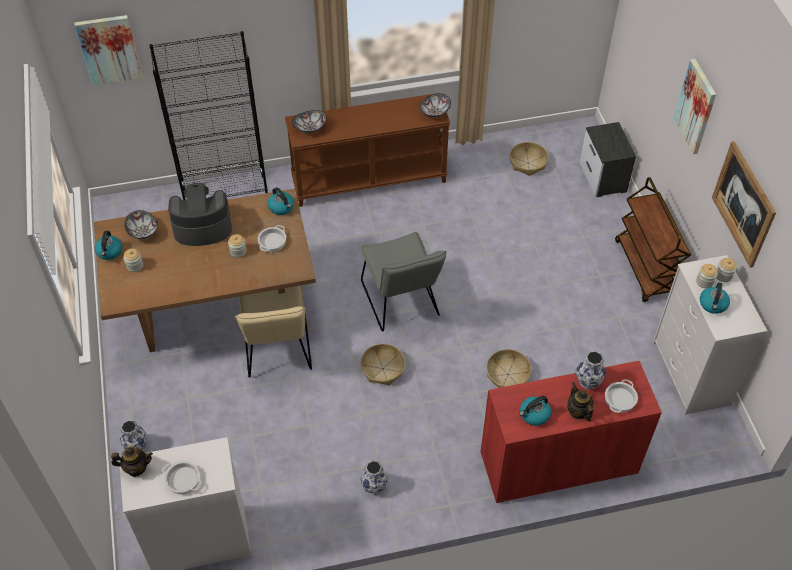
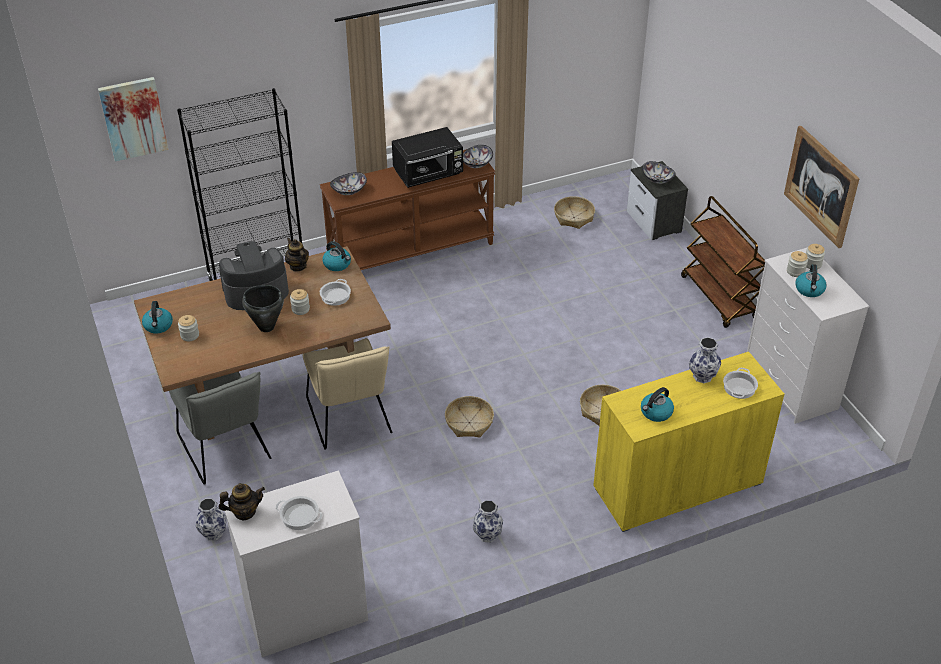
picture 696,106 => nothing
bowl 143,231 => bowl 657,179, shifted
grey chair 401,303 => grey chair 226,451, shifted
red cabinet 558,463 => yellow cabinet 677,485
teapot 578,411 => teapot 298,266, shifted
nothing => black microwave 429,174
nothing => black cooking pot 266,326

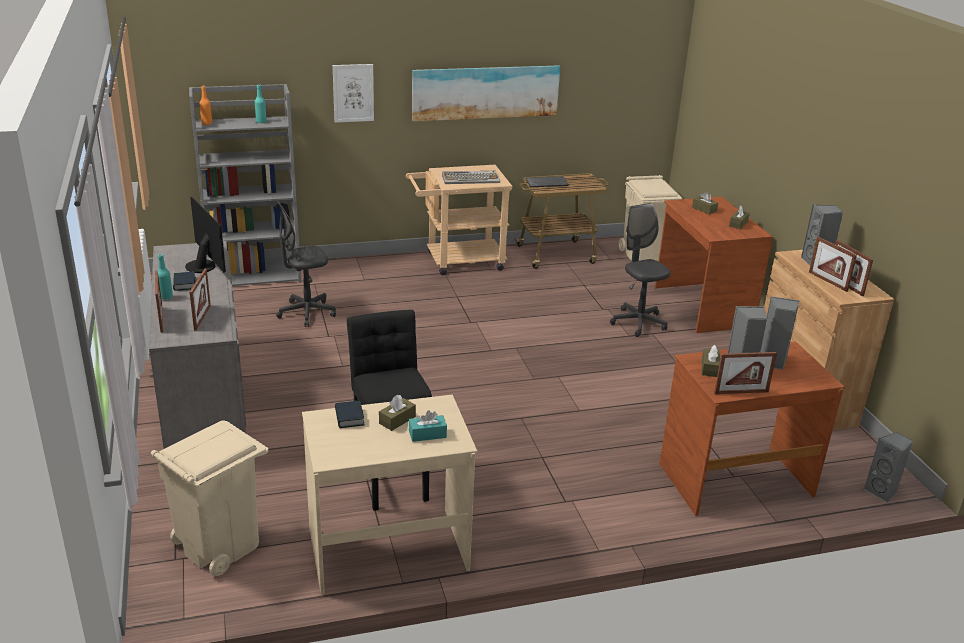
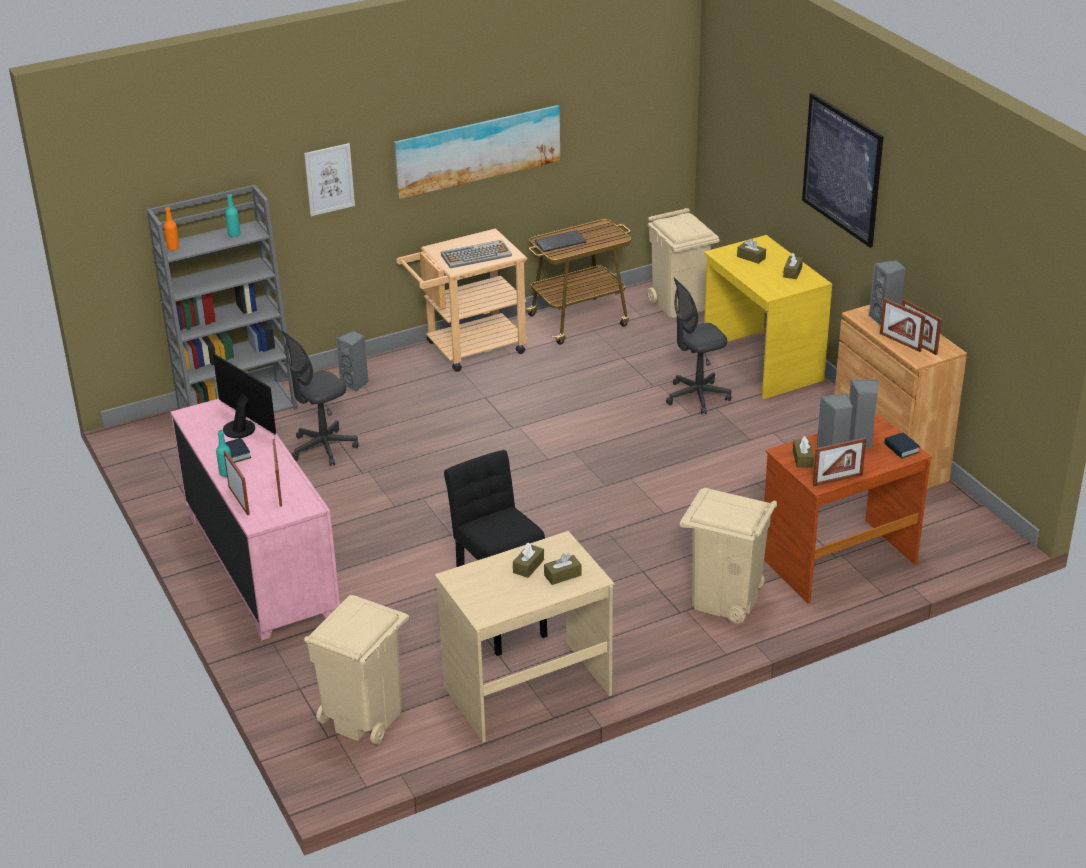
brown desk 701,306 => yellow desk 761,364
grey office chair 638,322 => grey office chair 697,397, 75 degrees counterclockwise
grey dresser 203,394 => pink dresser 261,566
book 349,418 => book 901,448, shifted
turquoise tissue box 427,434 => brown tissue box 562,575
grey speaker 882,492 => grey speaker 355,384, shifted
nothing => picture 842,169
nothing => beige trash can 725,599

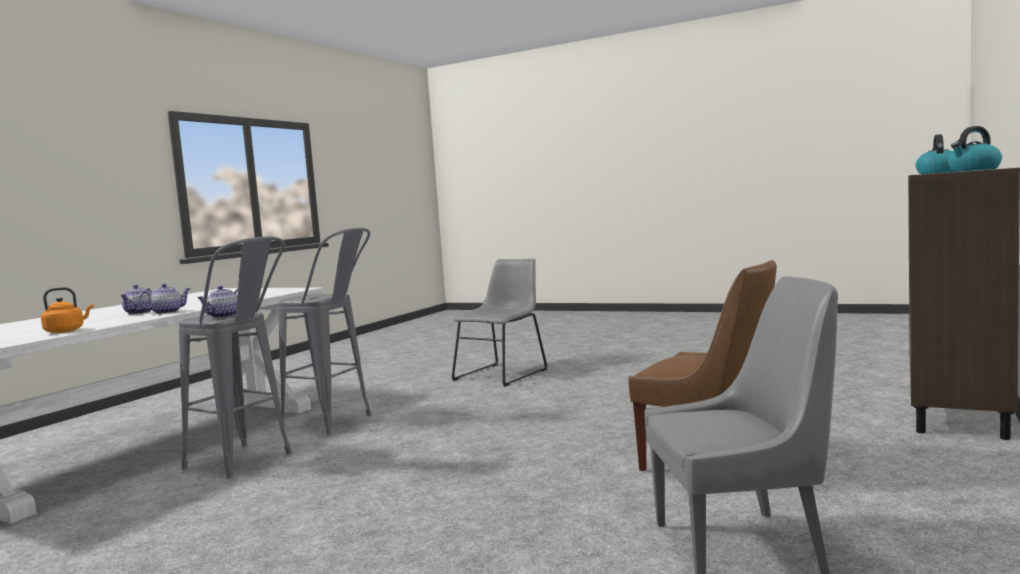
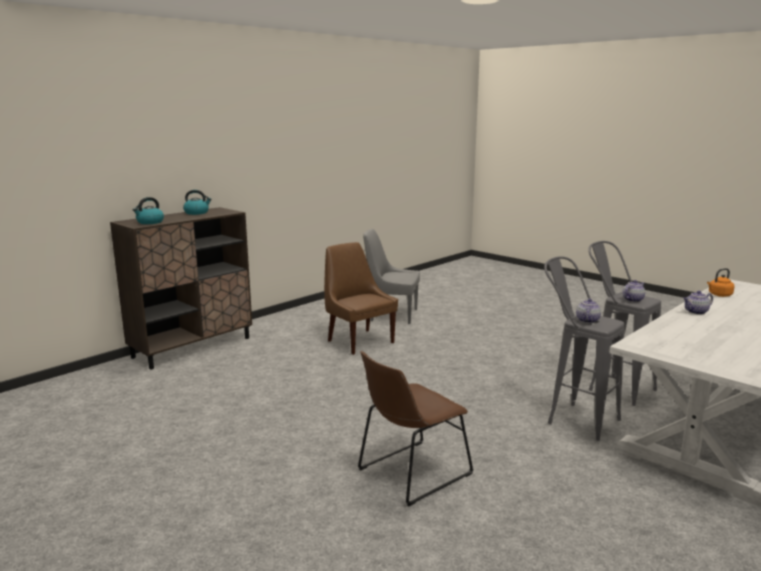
grey chair 503,374 => brown chair 411,473
teapot 139,313 => teapot 587,320, shifted

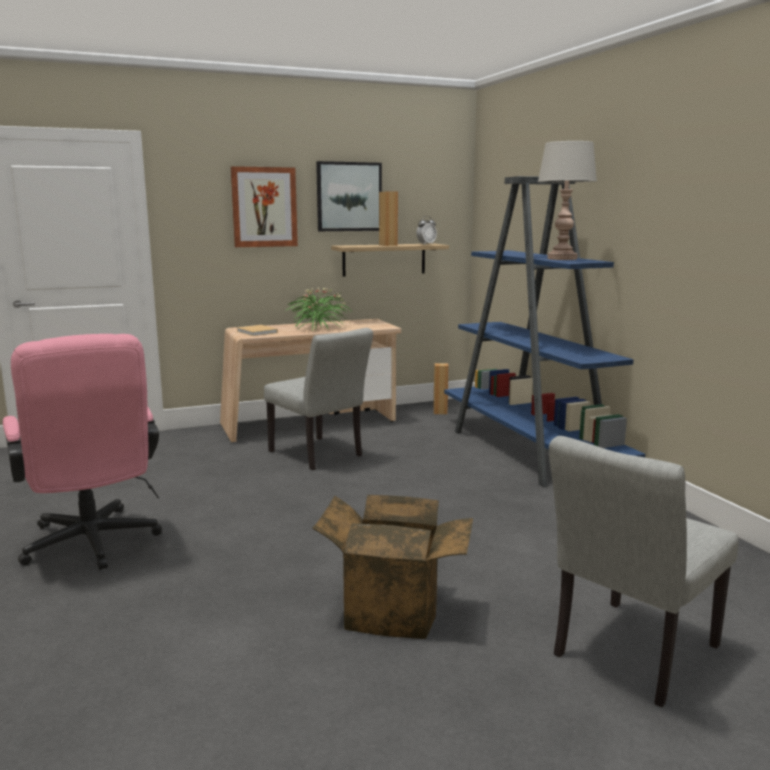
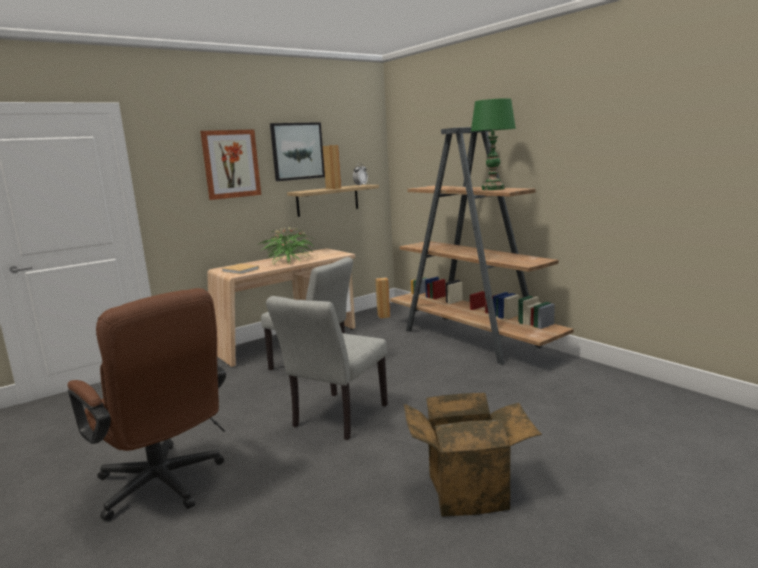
grey table lamp 562,259 => green table lamp 493,189
blue bookcase 528,452 => brown bookcase 472,339
pink office chair 92,546 => brown office chair 165,487
grey chair 629,656 => grey chair 336,419, shifted

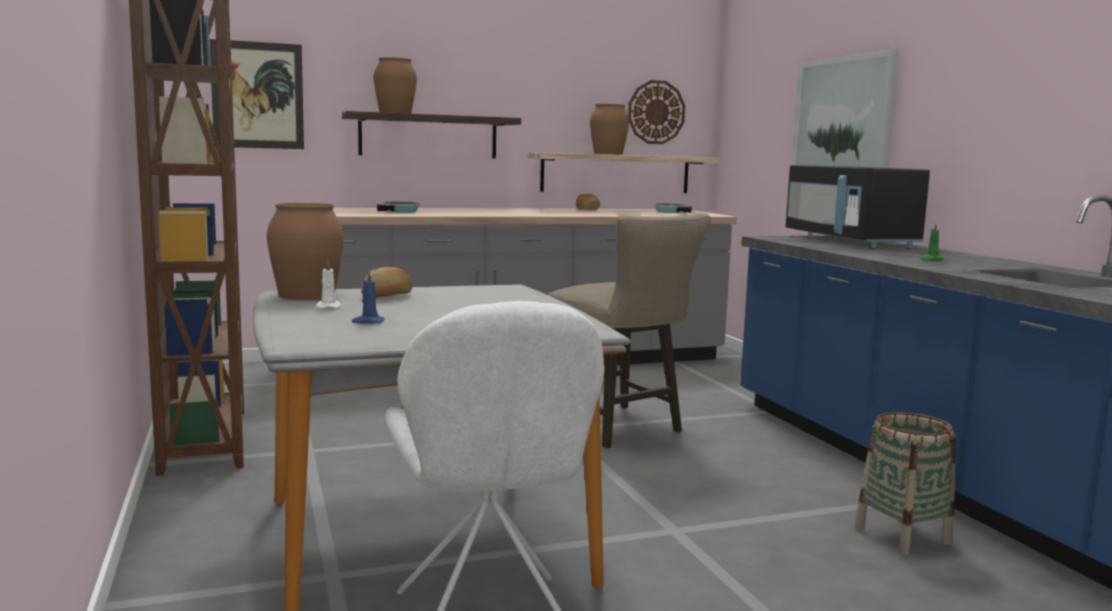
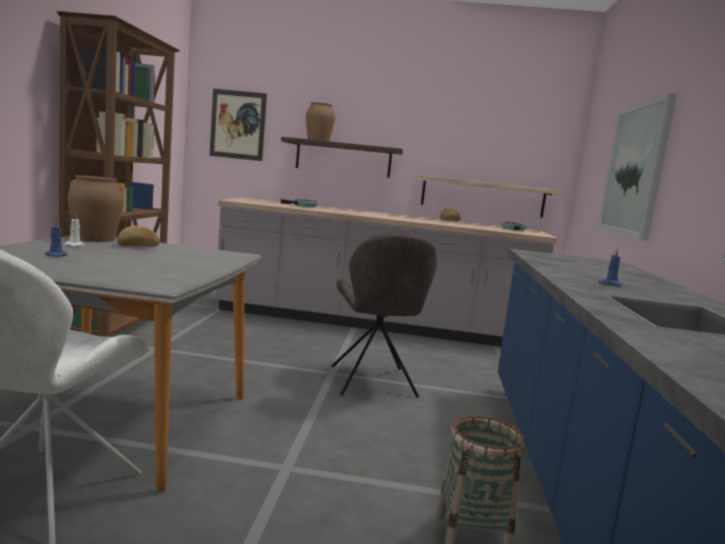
wall clock 656,112 => nothing
brown vase 608,154 => nothing
black microwave 849,241 => nothing
beige stool 620,429 => grey chair 373,383
green candle 931,259 => blue candle 609,284

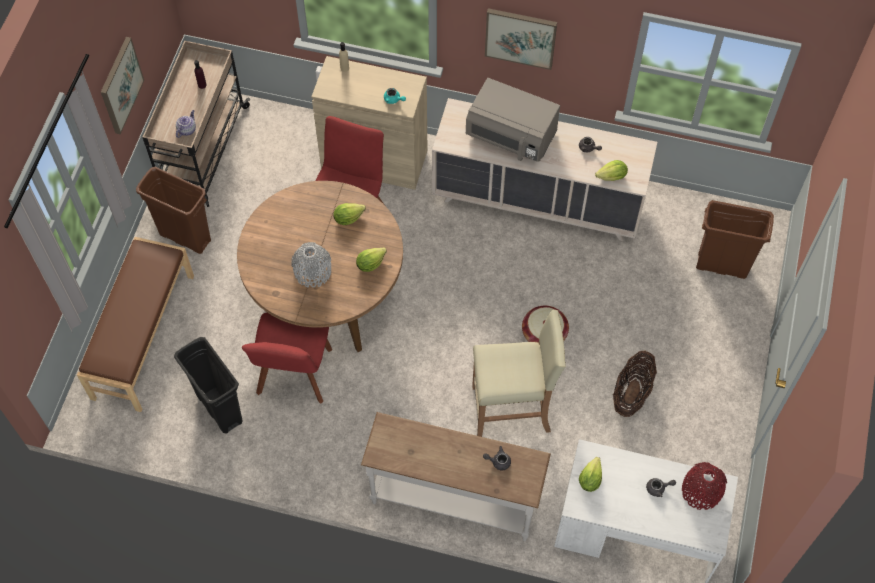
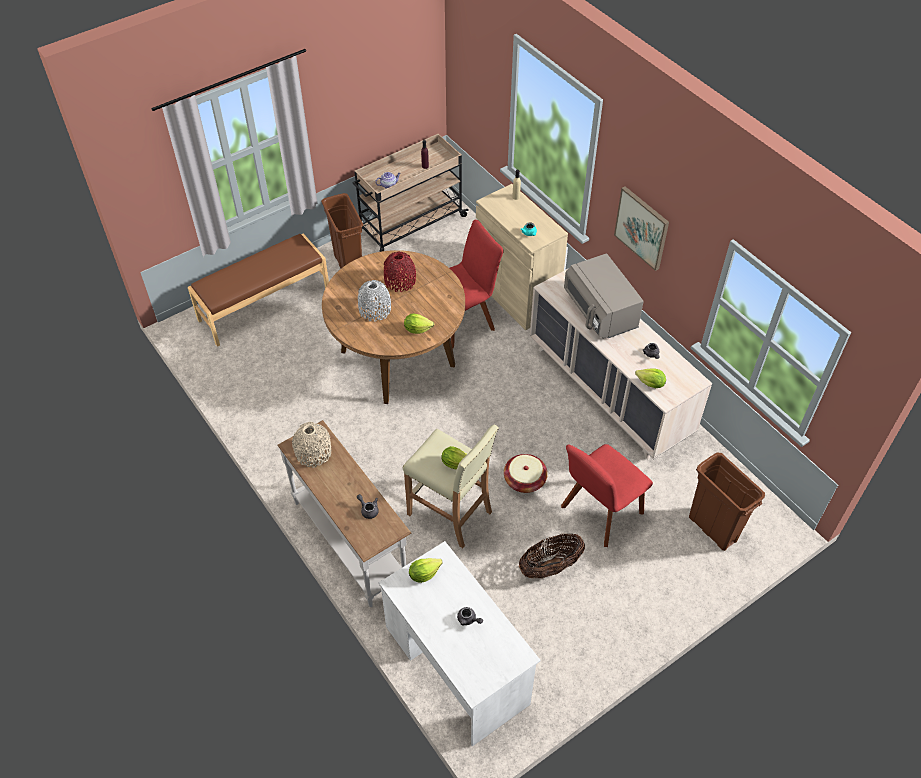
picture 120,85 => nothing
lettuce 348,218 => lettuce 456,463, shifted
red chair 294,375 => red chair 599,513, shifted
black trash can 219,408 => nothing
red vase 701,491 => red vase 400,281, shifted
nothing => beige vase 313,453

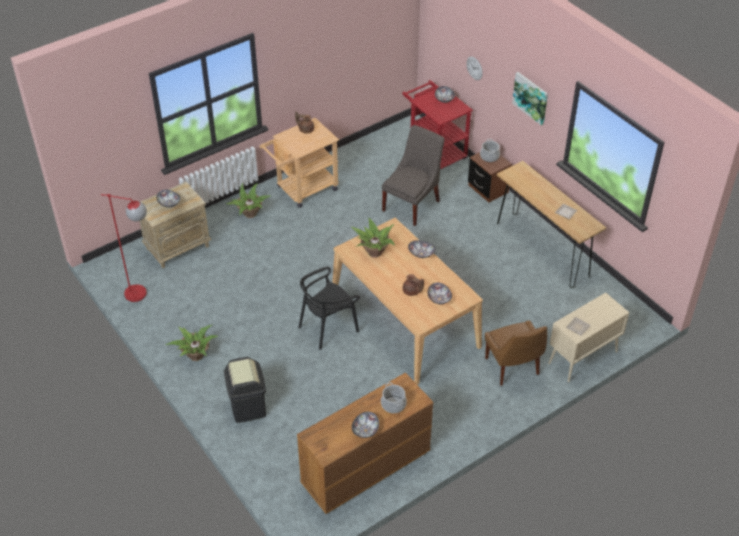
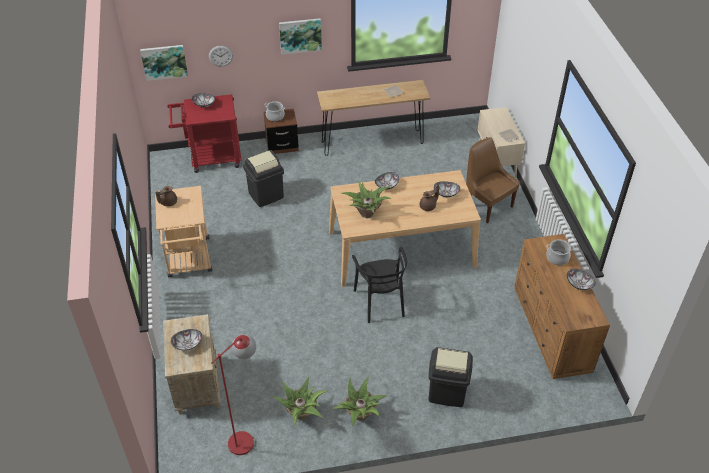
grey chair 412,204 => black trash can 266,195
potted plant 250,214 => potted plant 302,413, shifted
brown chair 513,368 => brown chair 487,205, 135 degrees counterclockwise
nothing => picture 164,62

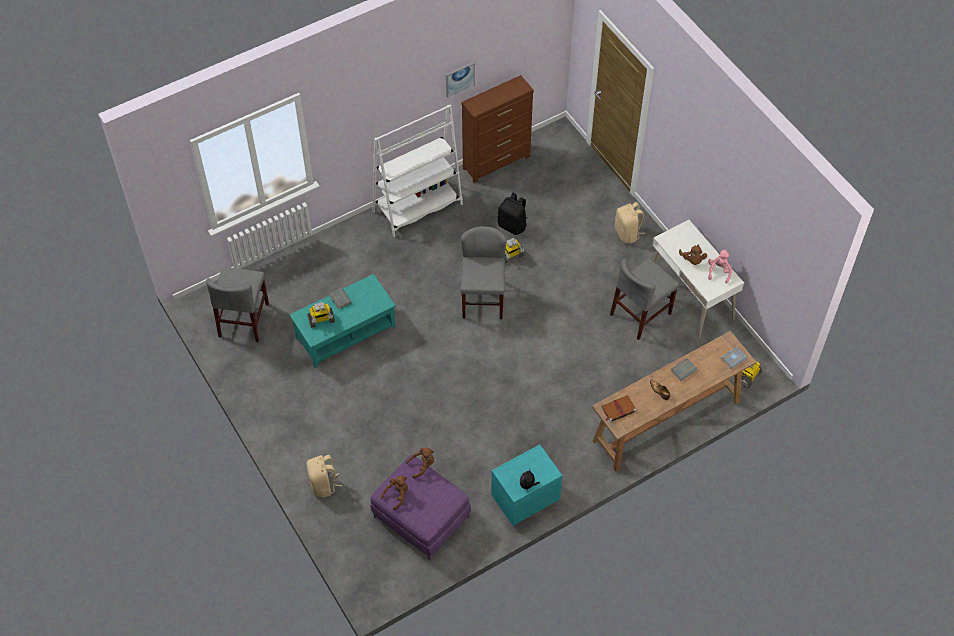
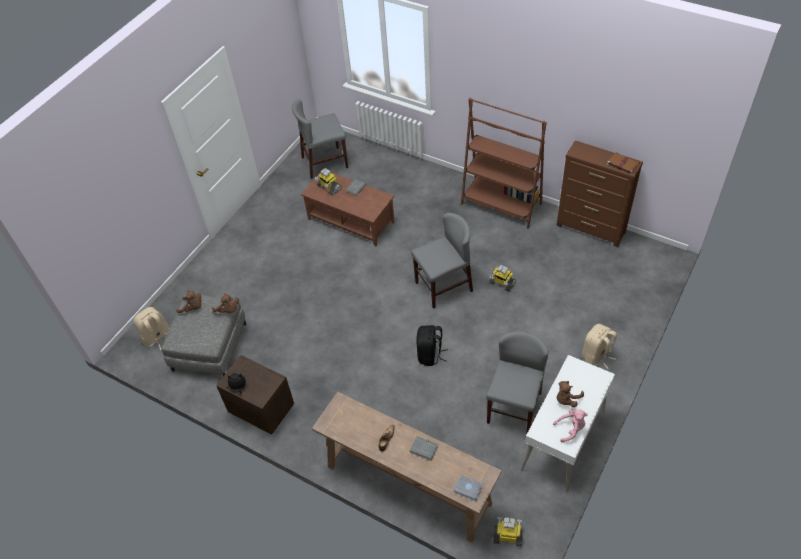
picture 459,79 => nothing
white bookcase 418,208 => brown bookcase 501,204
black backpack 512,225 => black backpack 430,355, shifted
grey chair 640,314 => grey chair 514,408, 90 degrees clockwise
turquoise coffee table 345,332 => brown coffee table 351,220
brown book 618,409 => brown book 622,164, shifted
turquoise nightstand 524,499 => brown nightstand 262,409
beige backpack 323,484 => beige backpack 157,337, shifted
purple ottoman 422,516 => grey ottoman 210,347

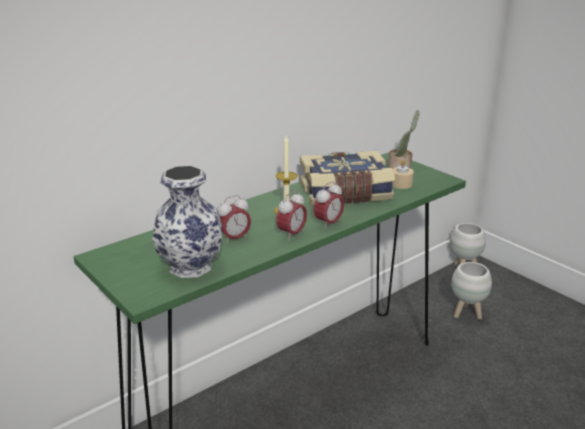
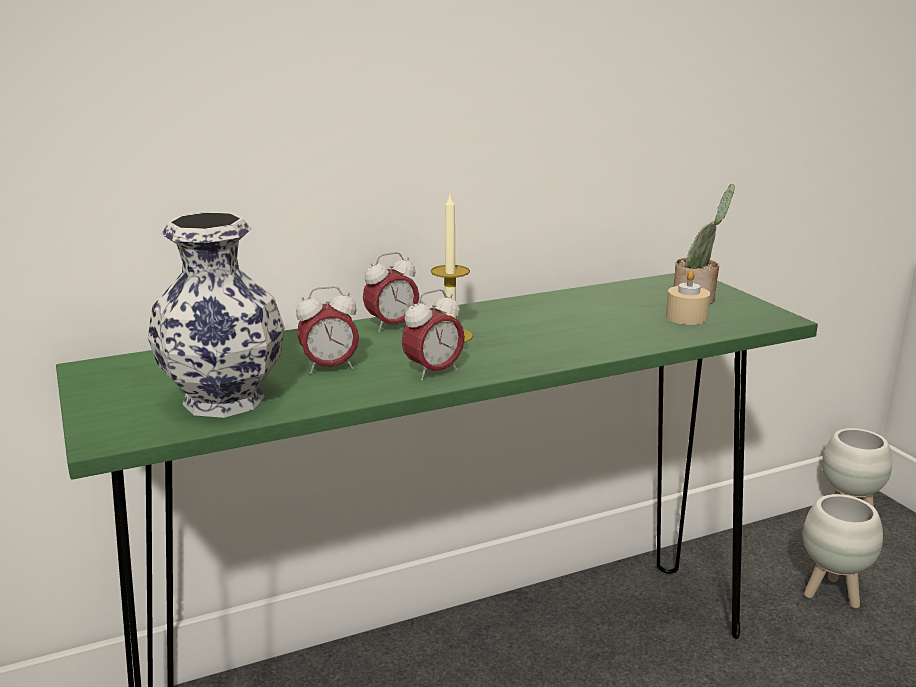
book 345,193 => nothing
alarm clock 328,224 => alarm clock 392,326, shifted

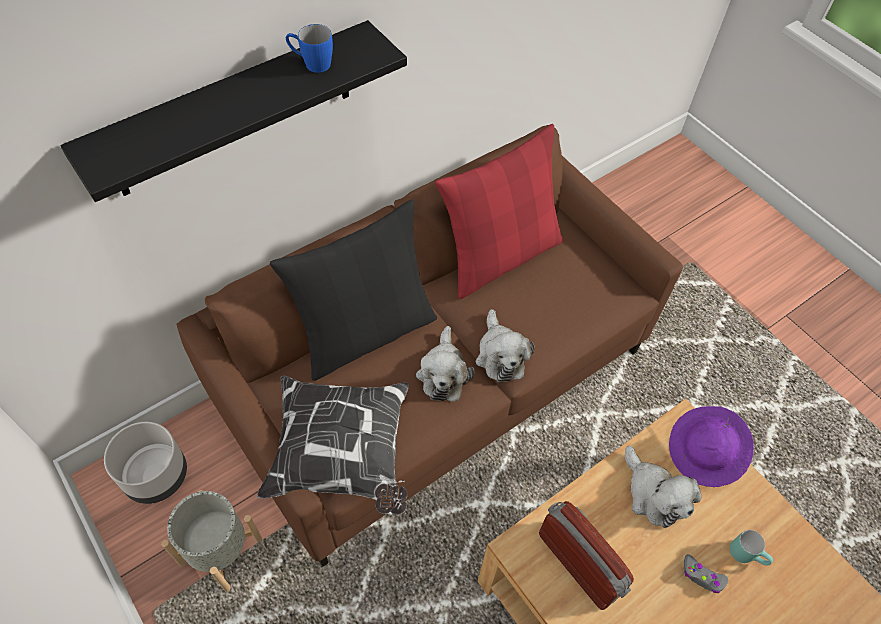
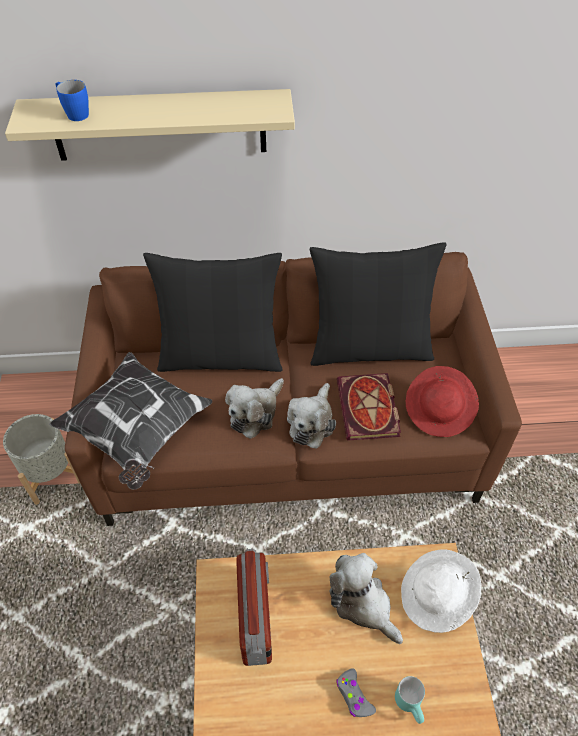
black shelf 234,111 => beige shelf 159,125
blue mug 311,64 => blue mug 74,113, shifted
red pillow 500,256 => black pillow 370,348
purple hat 704,454 => white hat 436,598
grey planter 157,476 => nothing
plush toy 653,494 => plush toy 363,603, 135 degrees clockwise
nothing => red hat 439,411
nothing => book 369,410

